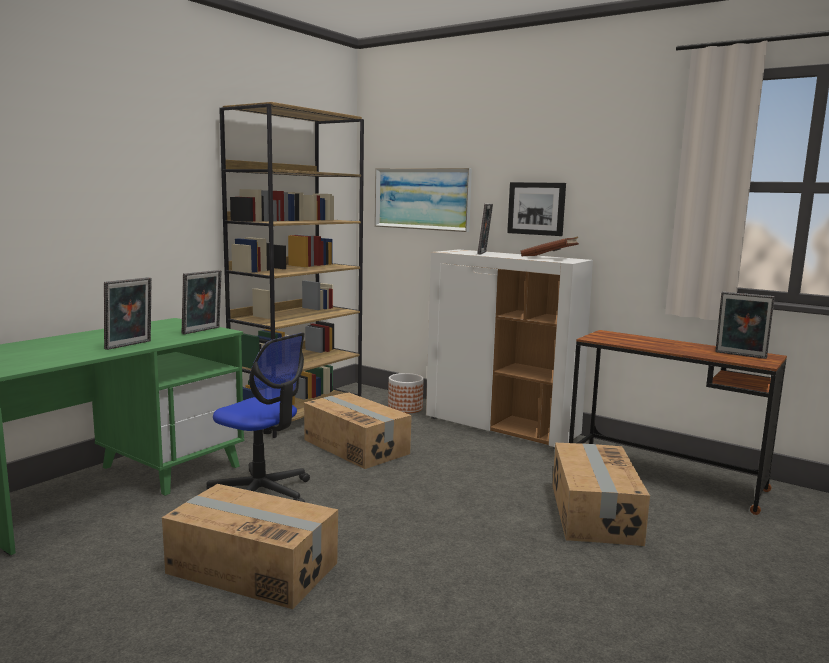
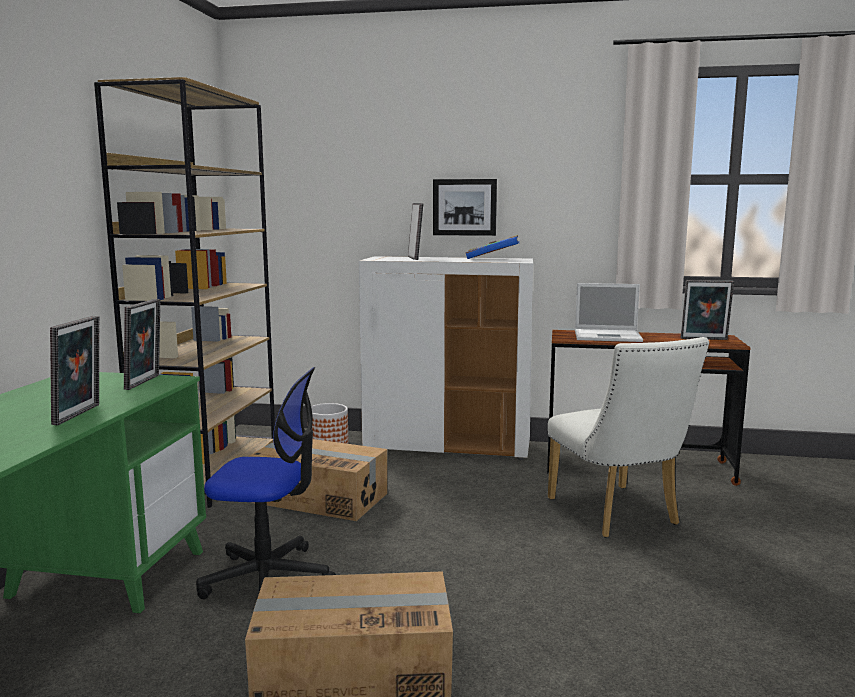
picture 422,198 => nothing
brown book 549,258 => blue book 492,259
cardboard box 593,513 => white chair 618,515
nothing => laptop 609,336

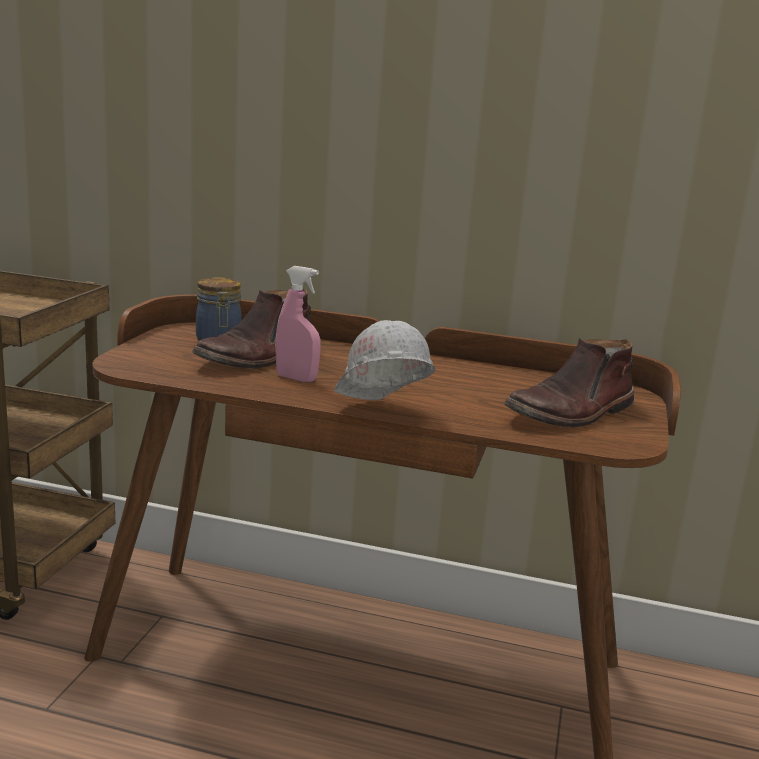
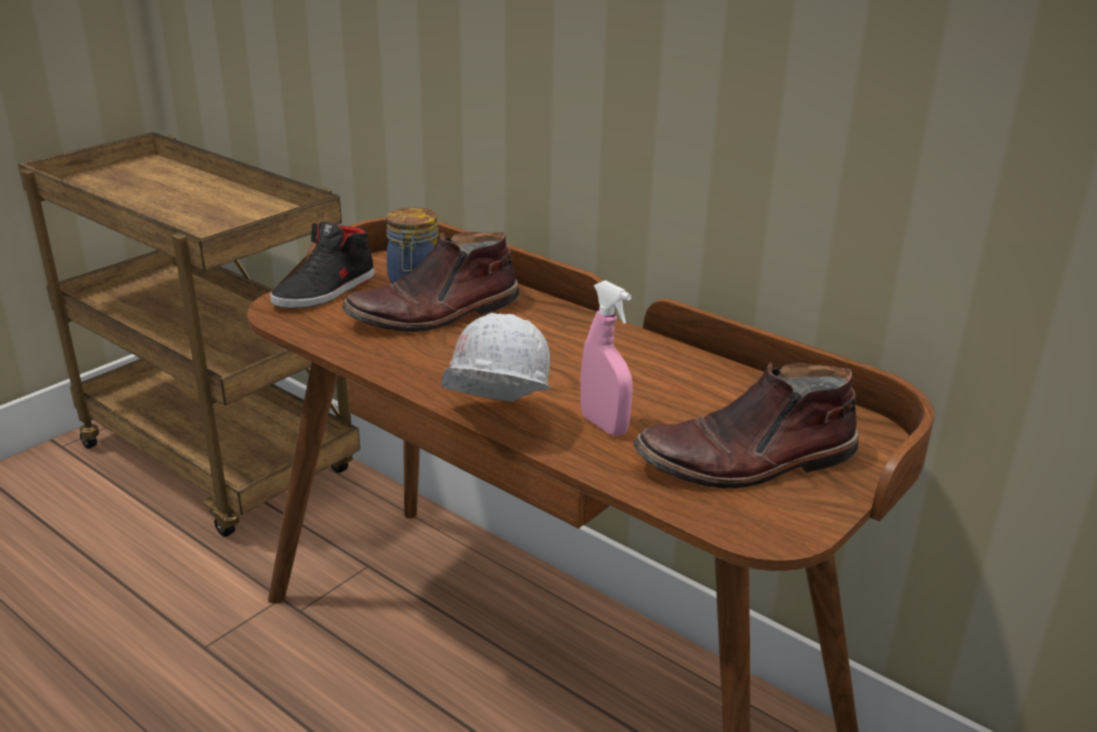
pink spray bottle 296,378 => pink spray bottle 604,425, shifted
nothing => black shoe 326,291

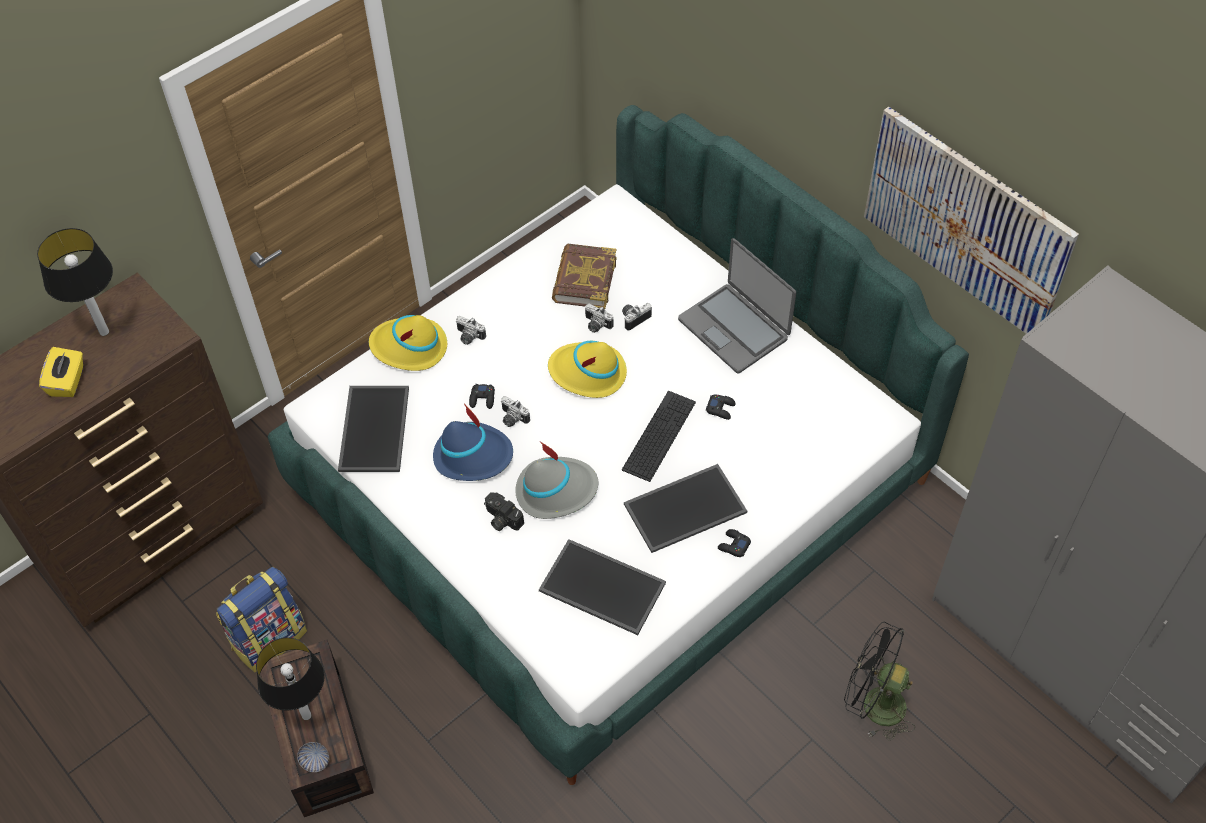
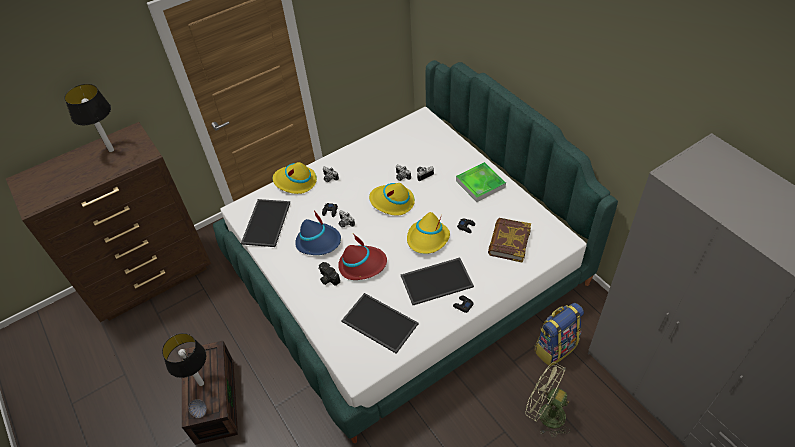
picture 965,222 => nothing
laptop 734,328 => tray 480,184
book 584,280 => book 509,242, shifted
yellow tissue box 68,382 => nothing
keyboard 659,435 => yellow hat 427,239
grey hat 556,490 => red hat 362,264
backpack 269,638 => backpack 555,347, shifted
black fan 873,704 => green fan 545,414

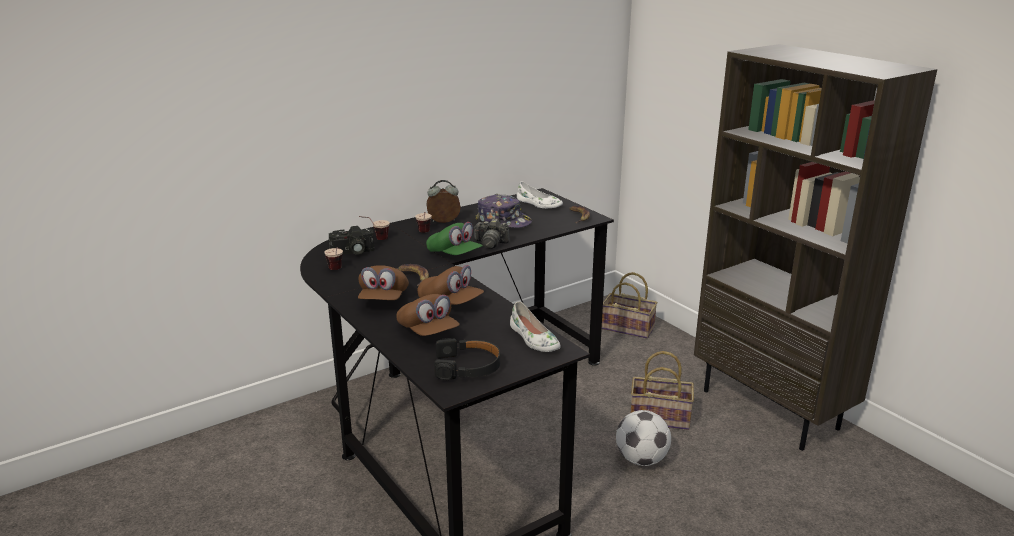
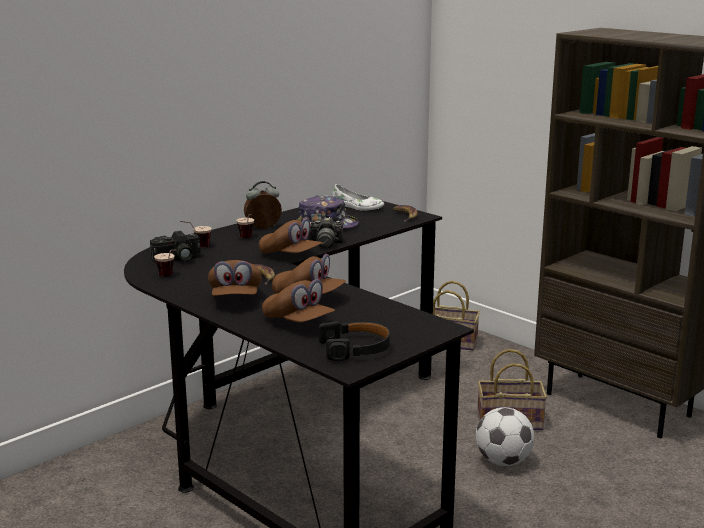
green cap 454,255 => brown cap 290,256
white shoe 533,339 => nothing

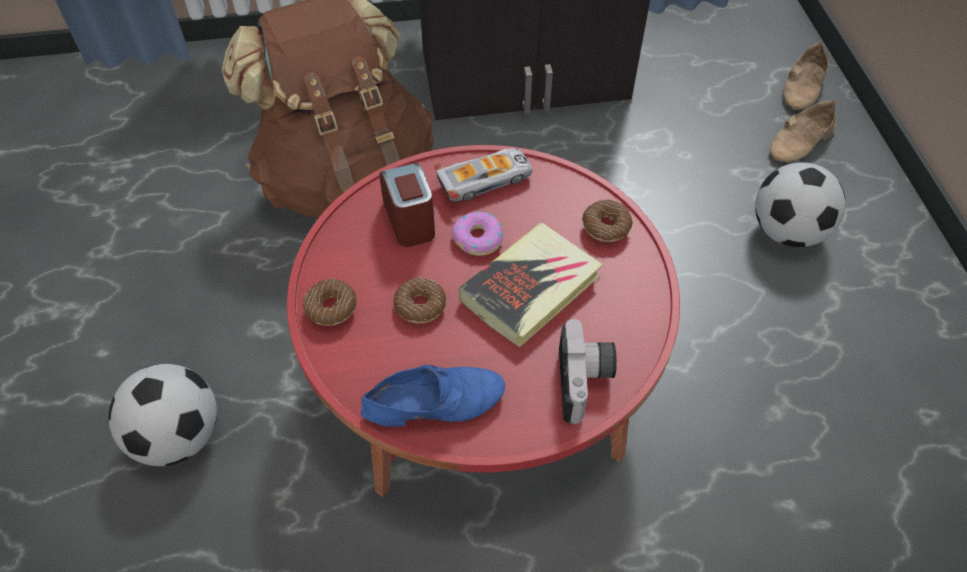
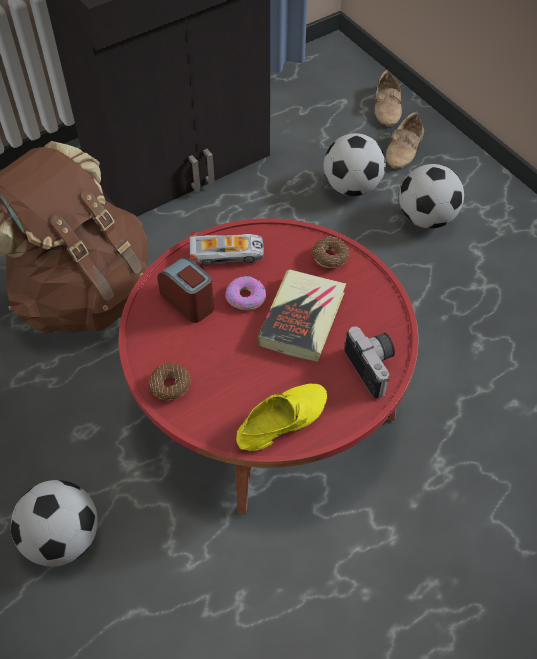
toy car 484,179 => toy car 227,253, 45 degrees clockwise
donut 420,305 => nothing
blue shoe 434,400 => yellow shoe 281,419
nothing => football 352,187

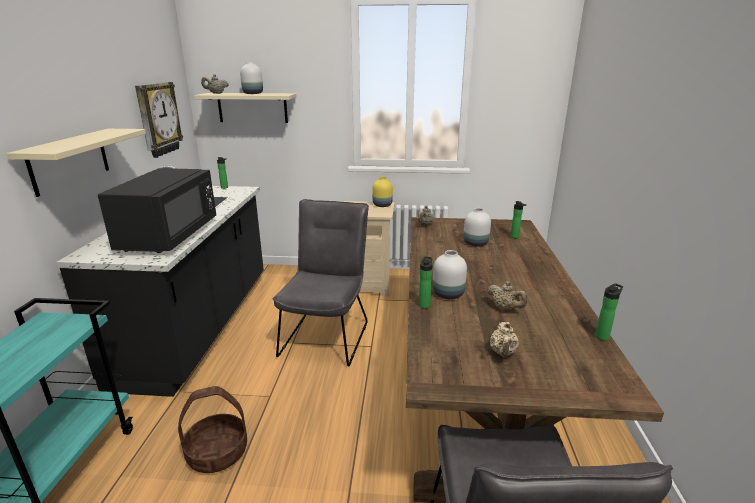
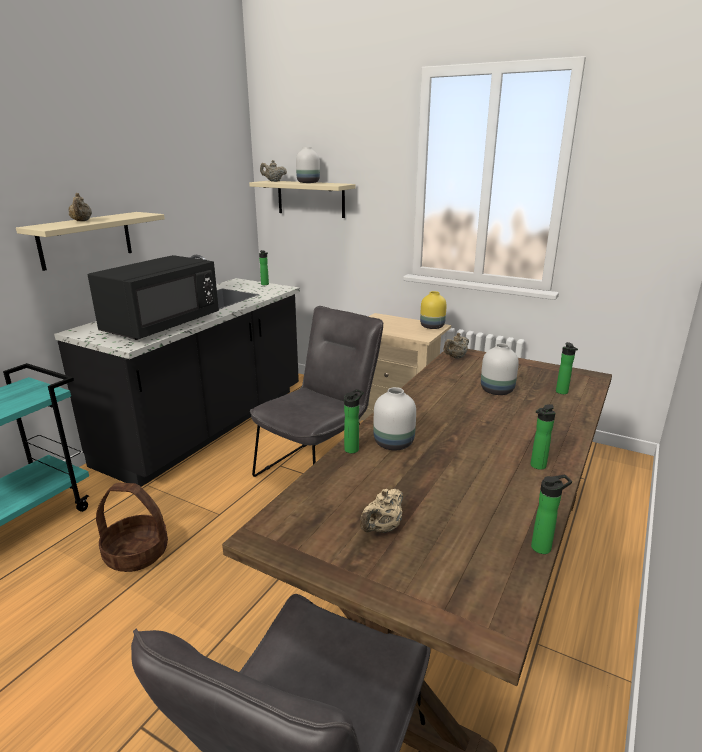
wall clock 158,119 => nothing
beige teapot 505,308 => beige teapot 81,221, shifted
nothing => bottle 536,466

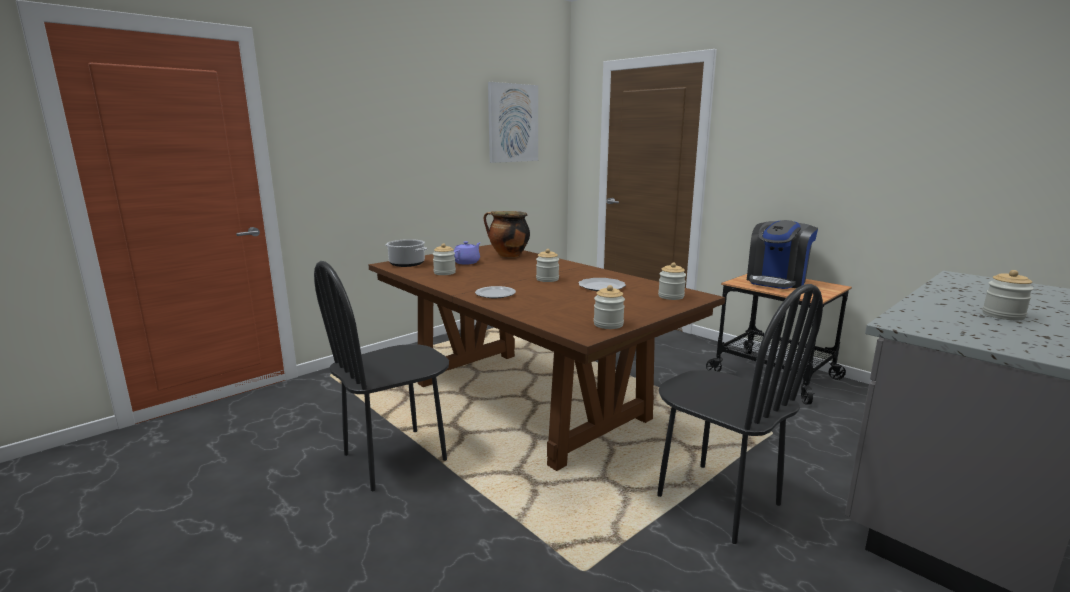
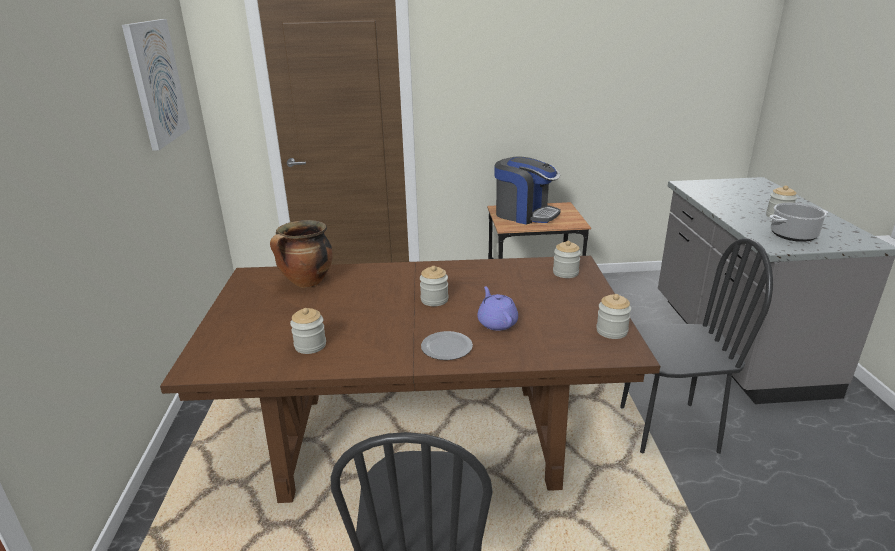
coffee machine 777,281 => coffee machine 525,214, 45 degrees counterclockwise
cooking pot 406,264 => cooking pot 793,235, shifted
purple teapot 467,262 => purple teapot 497,322, shifted
plate 602,287 => nothing

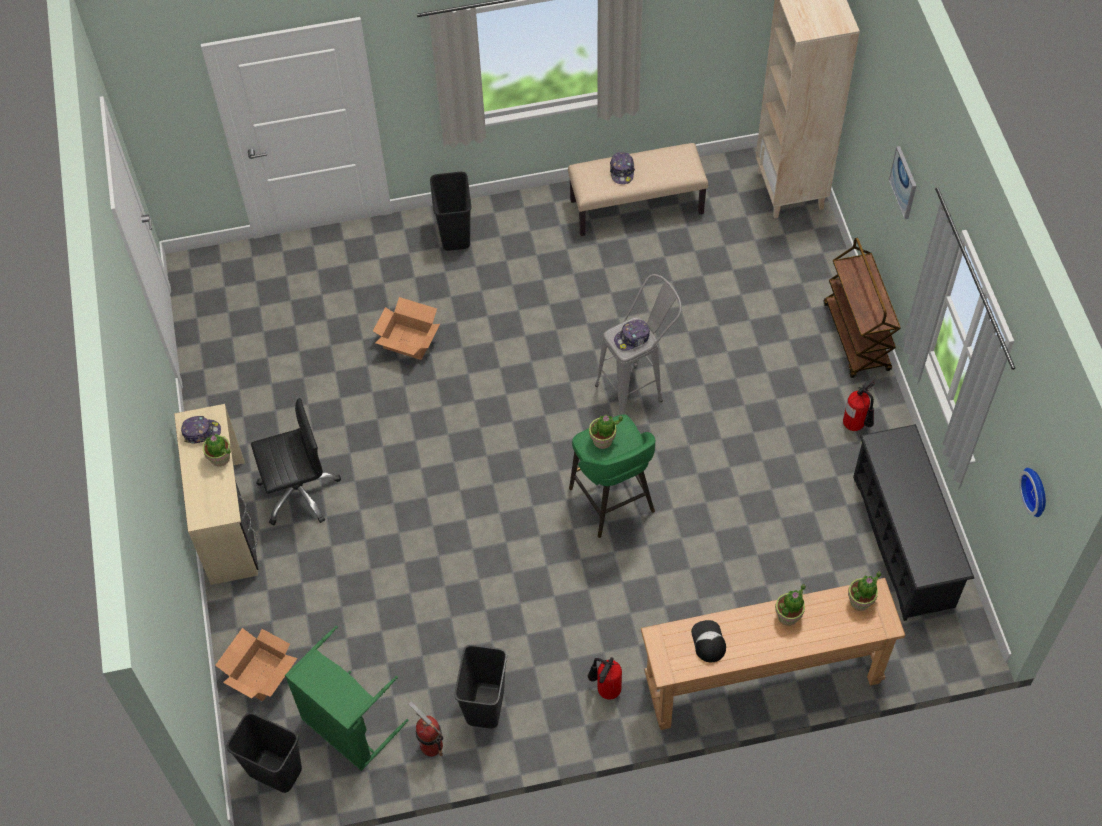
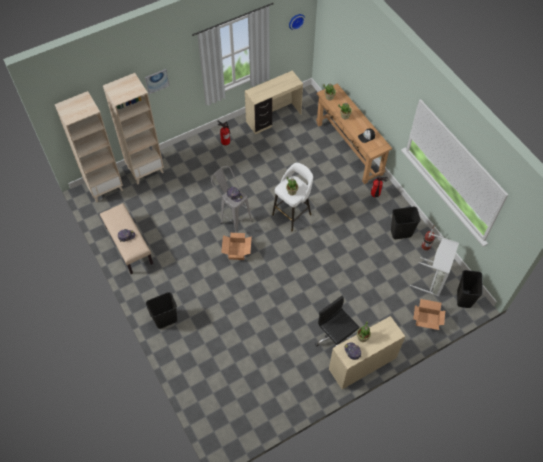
brown cart 857,337 => nothing
cardboard box 409,342 => cardboard box 237,251, shifted
green stool 613,502 => white stool 292,214
black shoe rack 903,542 => beige desk 274,118
green laundry basket 347,728 => grey laundry basket 433,278
nothing => beige bookcase 145,169

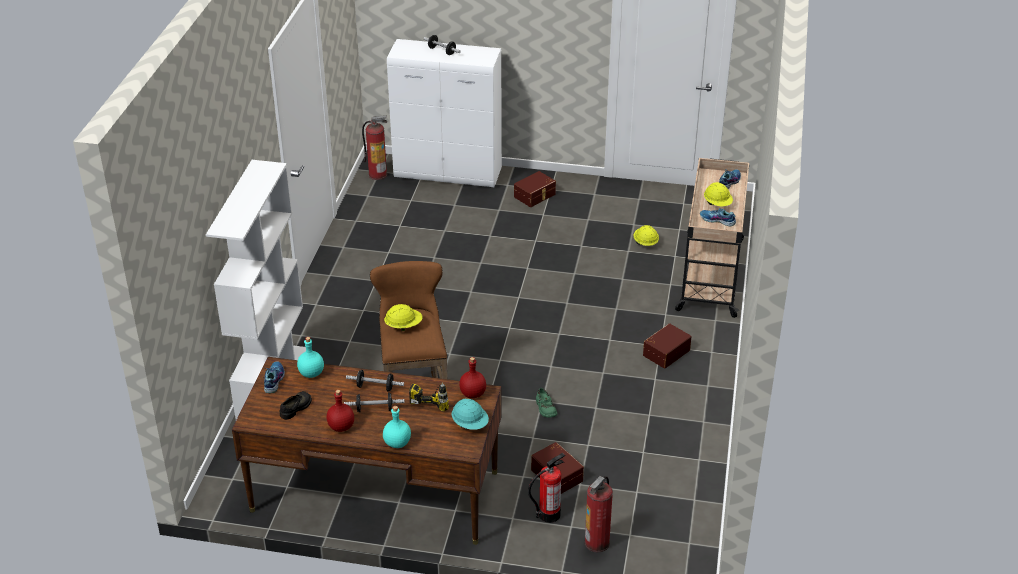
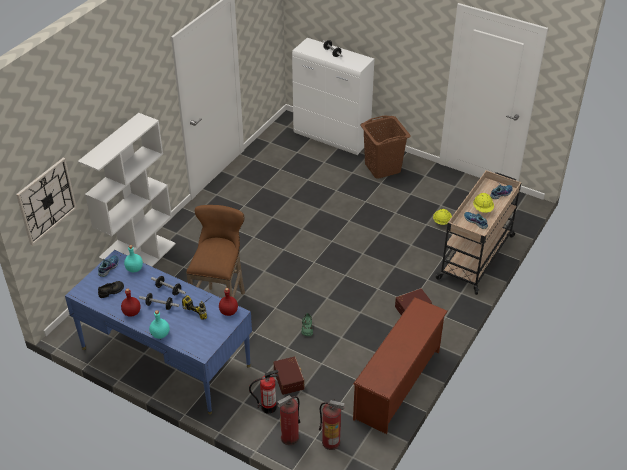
fire extinguisher 378,174 => fire extinguisher 331,442, shifted
brown storage box 535,196 => brown laundry basket 383,167
yellow hard hat 403,326 => nothing
brown desk 375,491 => blue desk 165,357
turquoise hard hat 470,424 => nothing
nothing => wall clock 46,201
nothing => brown shoe rack 398,385

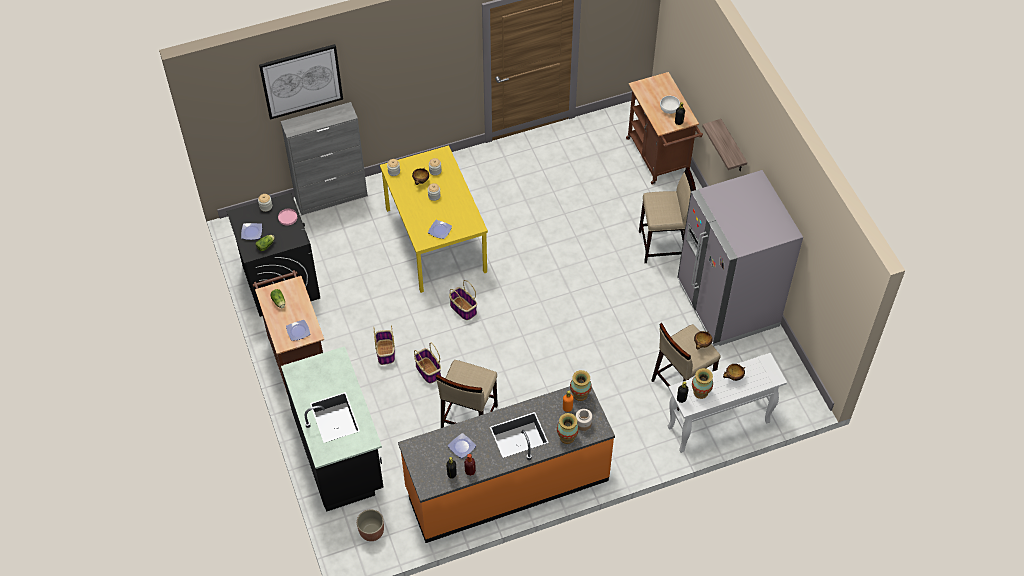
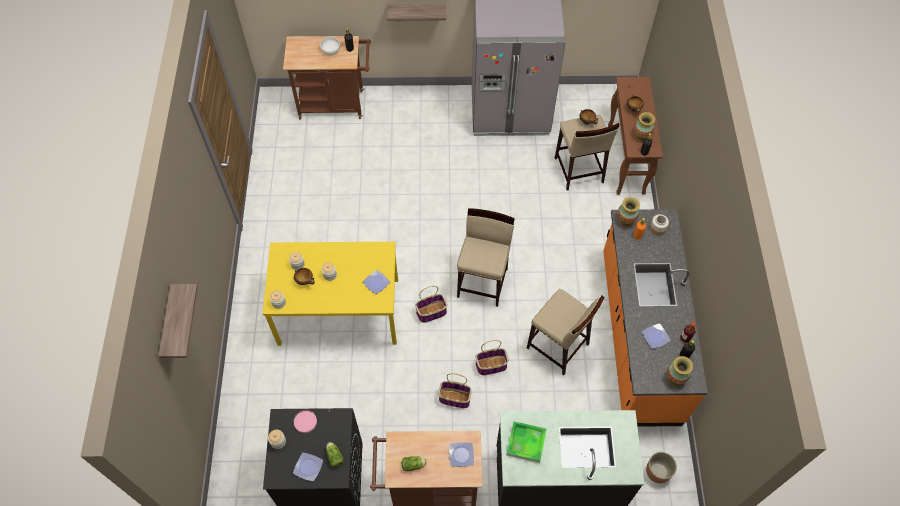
picture 301,81 => shelf 168,326
grey cabinet 332,197 => nothing
beige stool 663,245 => beige stool 483,282, shifted
white console table 718,425 => brown console table 626,159
vase 567,437 => vase 675,378, shifted
nothing => tray 526,442

